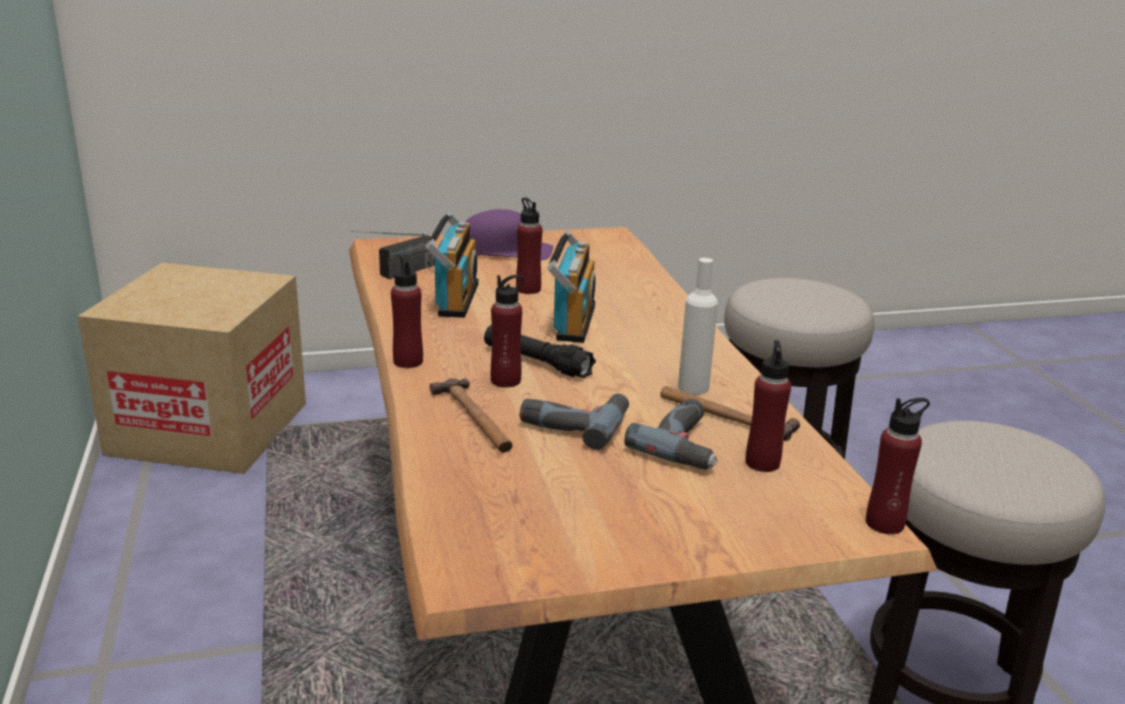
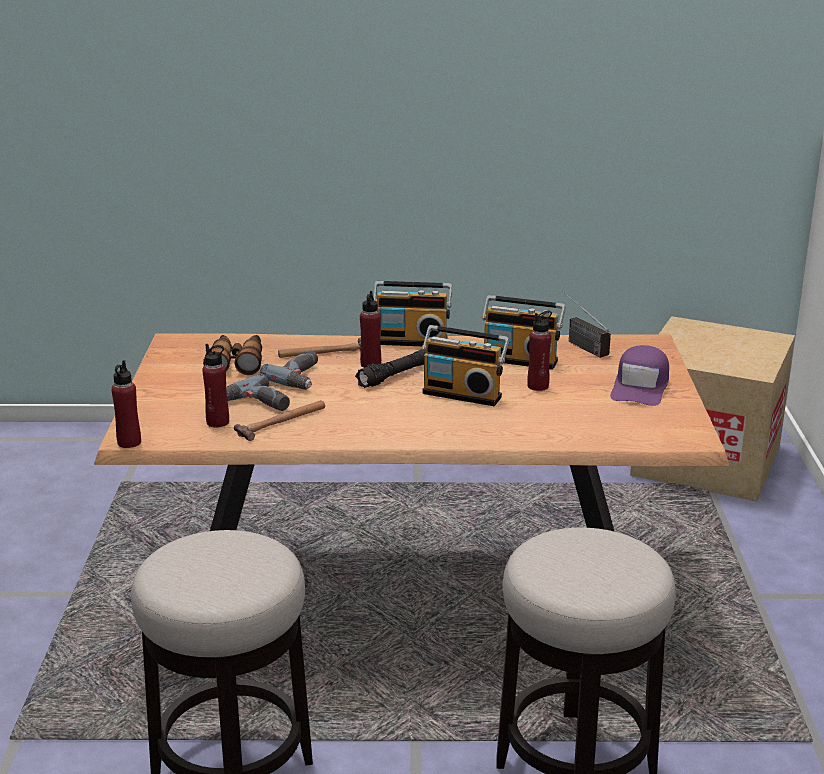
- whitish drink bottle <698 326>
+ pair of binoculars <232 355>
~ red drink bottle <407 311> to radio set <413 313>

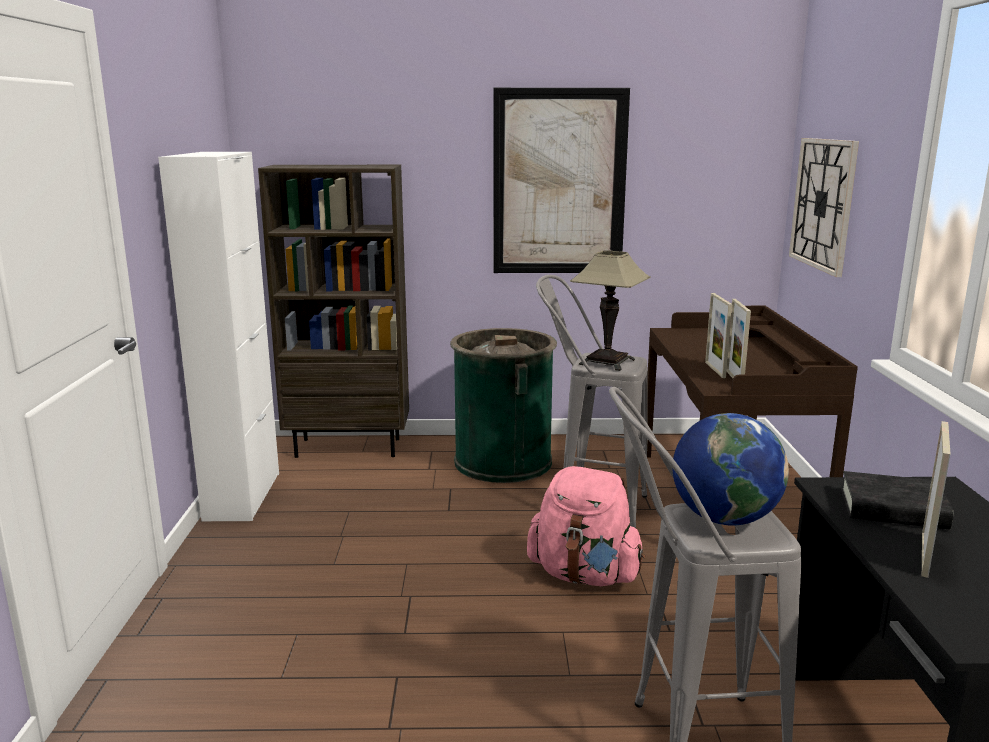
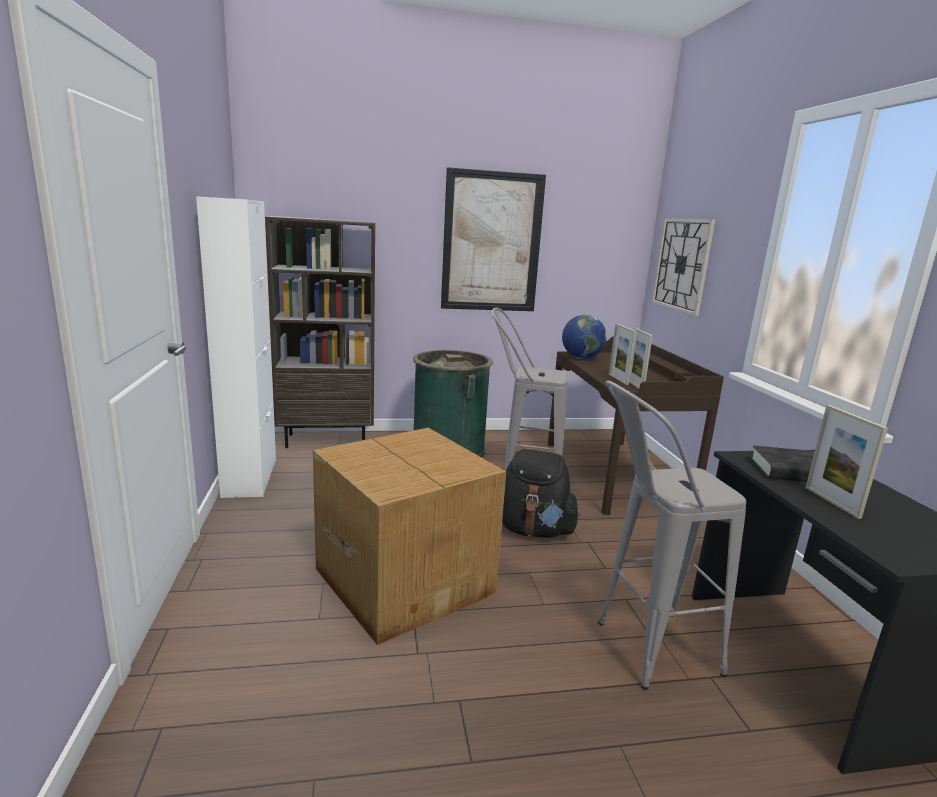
- table lamp <610 310>
+ cardboard box <409 536>
~ desk globe <730 469> to <584 337>
~ pink-coloured backpack <586 526> to black-coloured backpack <541 493>
~ standing frame <935 499> = <847 462> 150 degrees clockwise

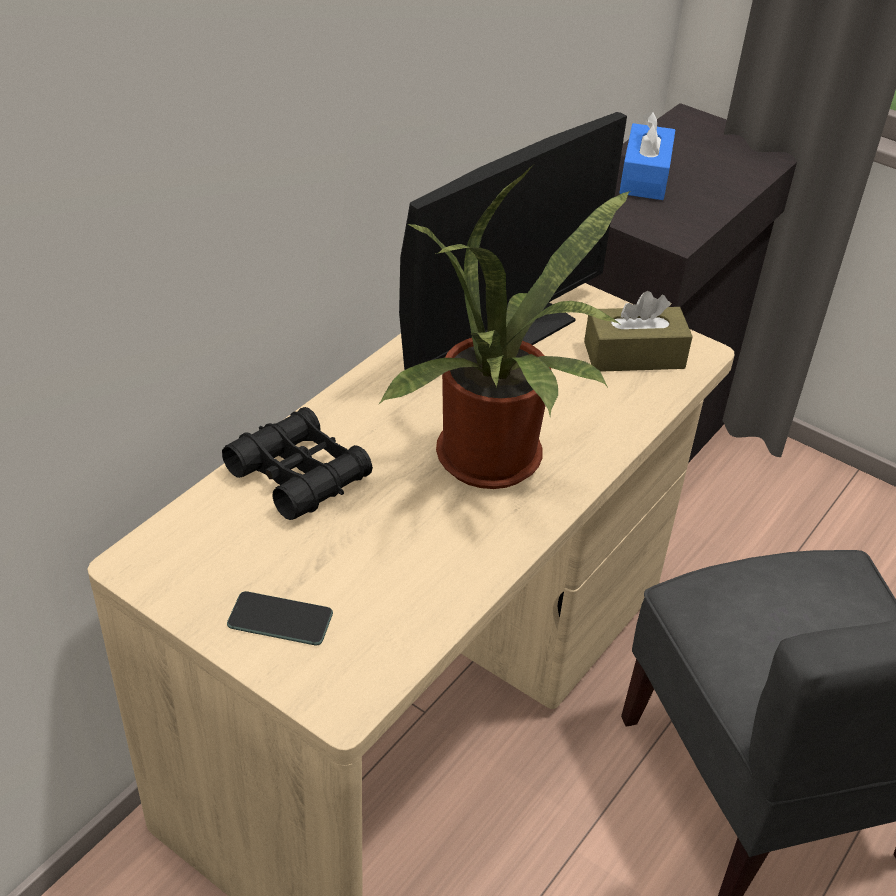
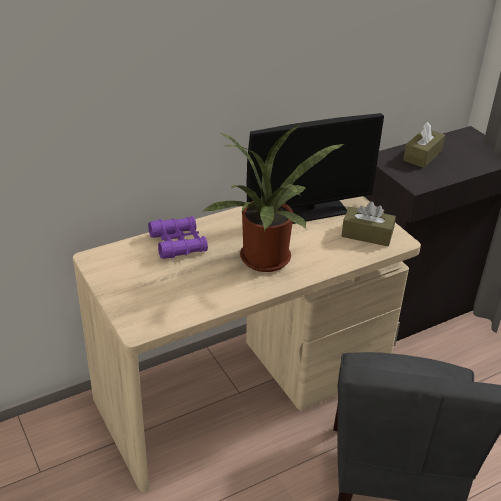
- phone <280 618>
~ black-coloured pair of binoculars <297 463> to purplish pair of binoculars <178 237>
~ blue tissue holder <647 155> to brown tissue holder <424 145>

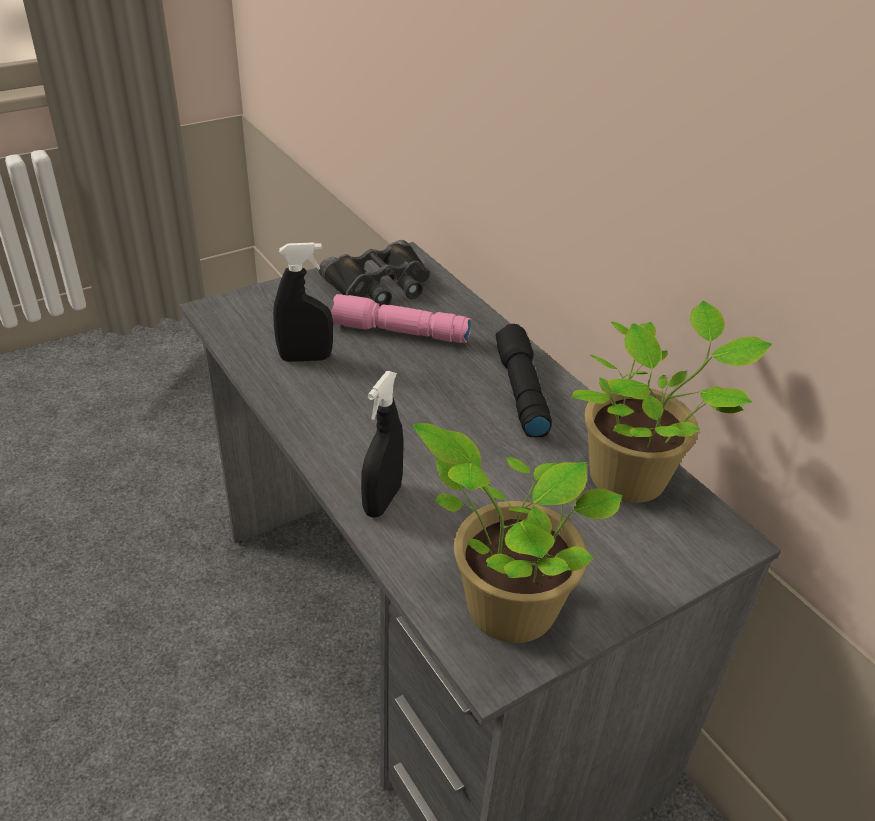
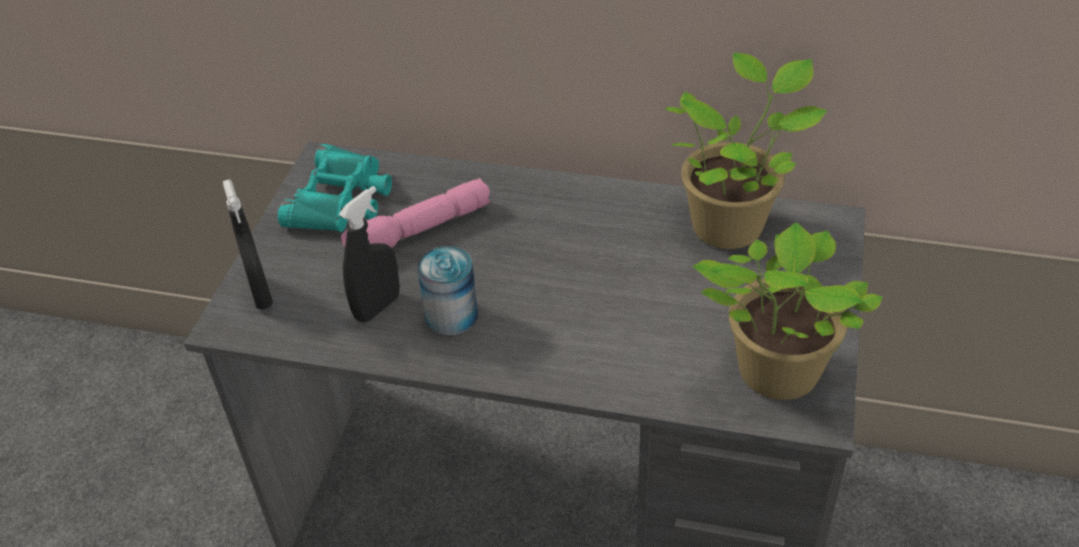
- black-coloured hand torch <524 380>
+ can <447 290>
~ black-coloured hand sprayer <382 444> to <248 244>
~ black-coloured pair of binoculars <374 273> to turquoise-coloured pair of binoculars <335 188>

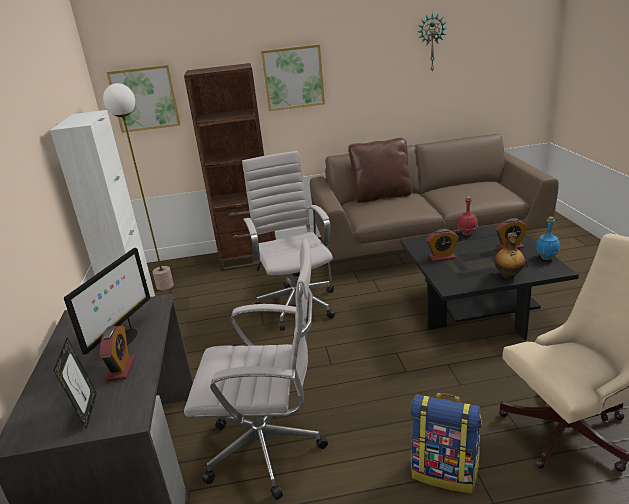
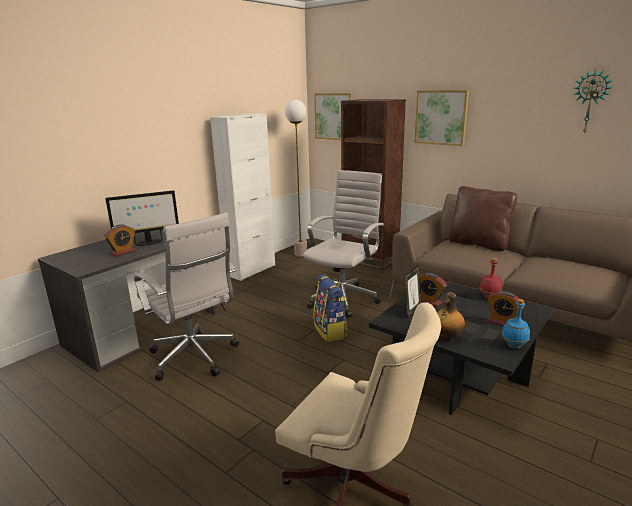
~ standing frame <74 384> to <413 292>
~ backpack <446 443> to <330 308>

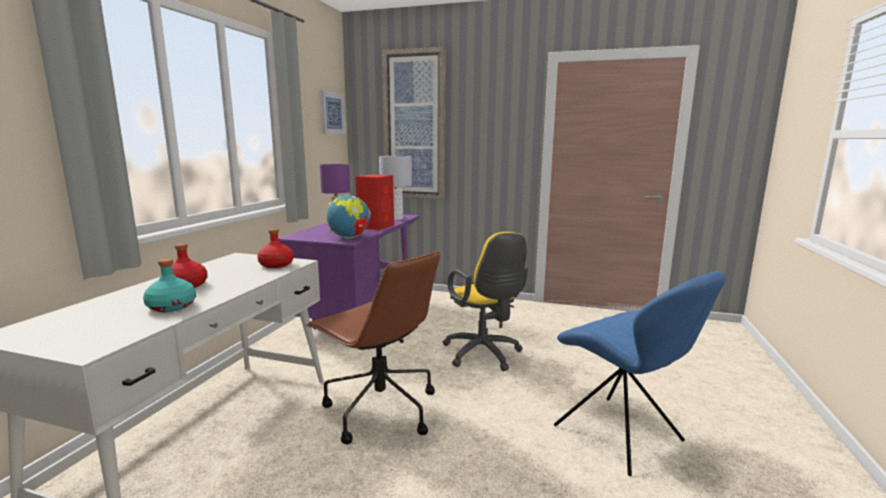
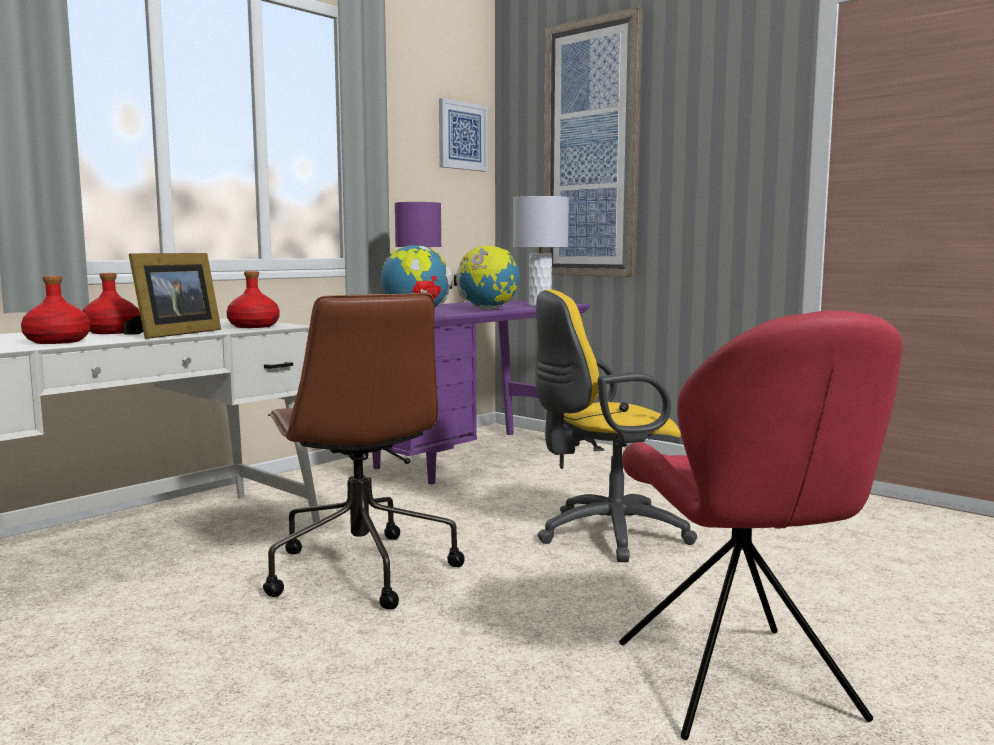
+ standing frame <172 296>
~ red audio speaker <374 202> to desk globe <486 278>
~ turquoise-coloured drink bottle <169 285> to red drink bottle <55 310>
~ blue chair <640 373> to red chair <761 525>
~ yellowish office chair <485 301> = <616 425> 75 degrees clockwise

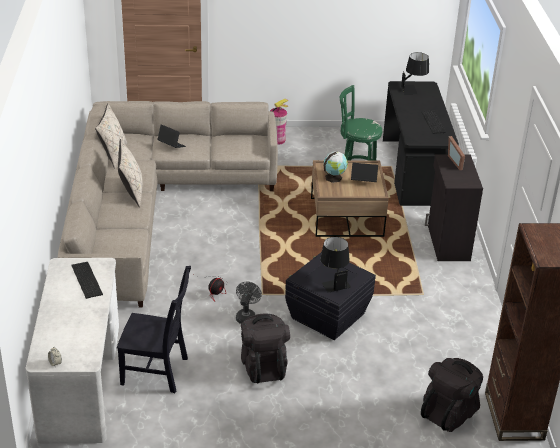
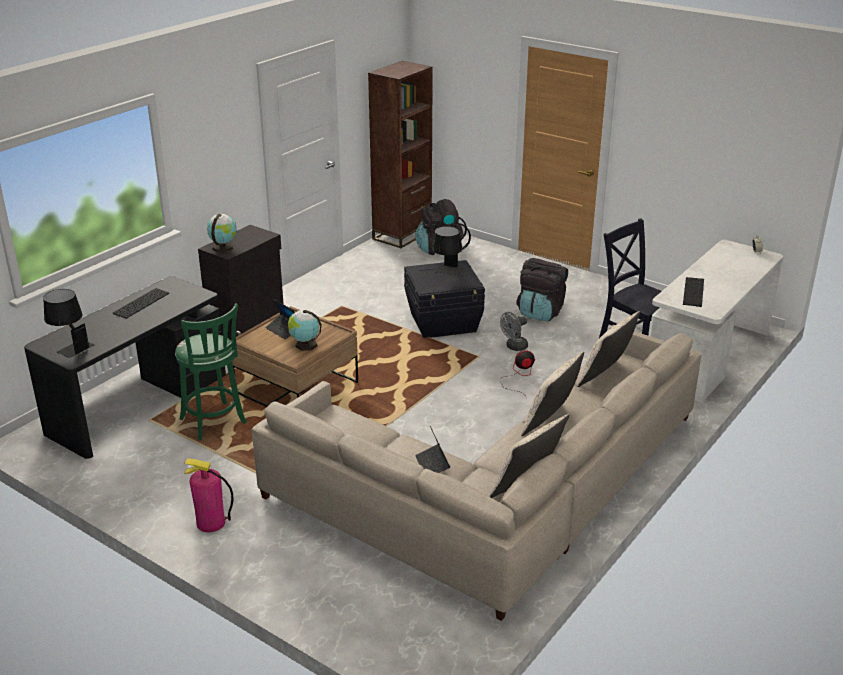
+ sand-coloured pillow <608 349>
~ standing frame <456 153> to desk globe <221 233>

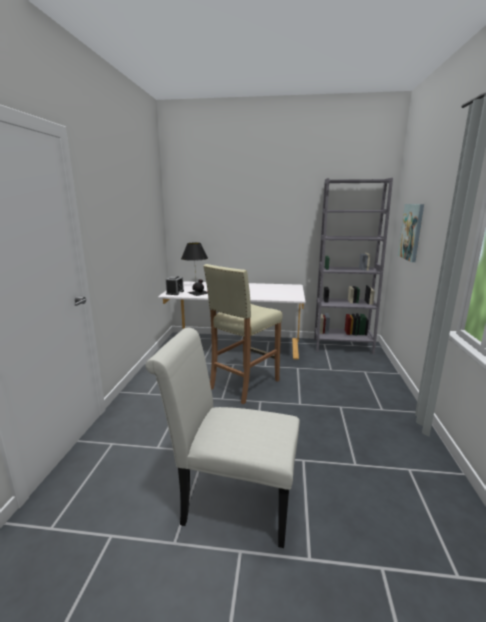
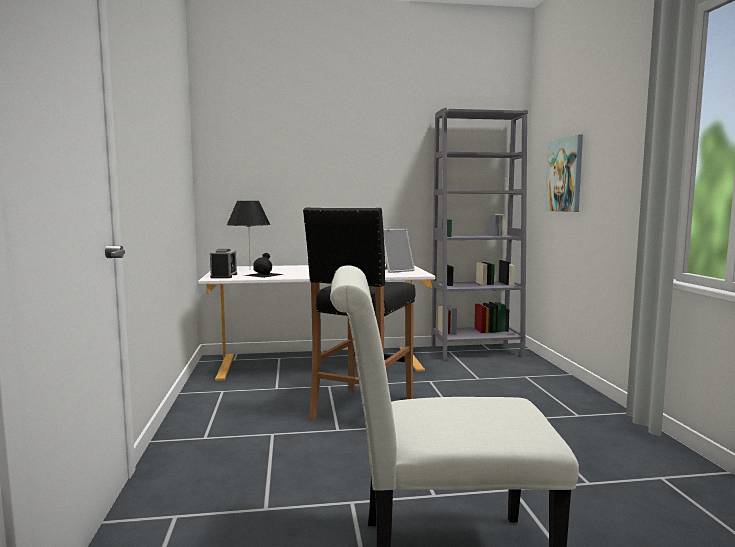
+ standing frame <399 251>
~ sand-coloured sitting stool <243 334> to black-coloured sitting stool <359 314>

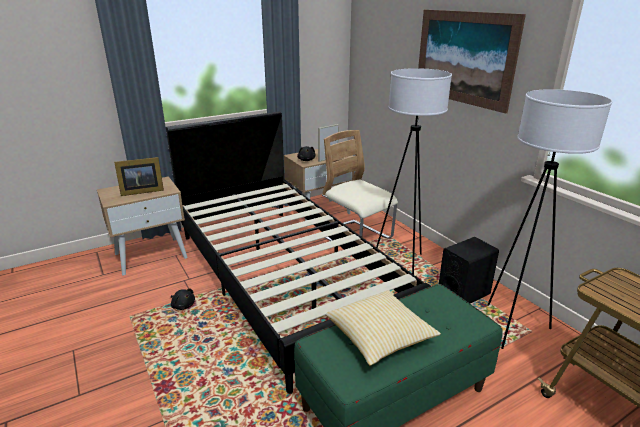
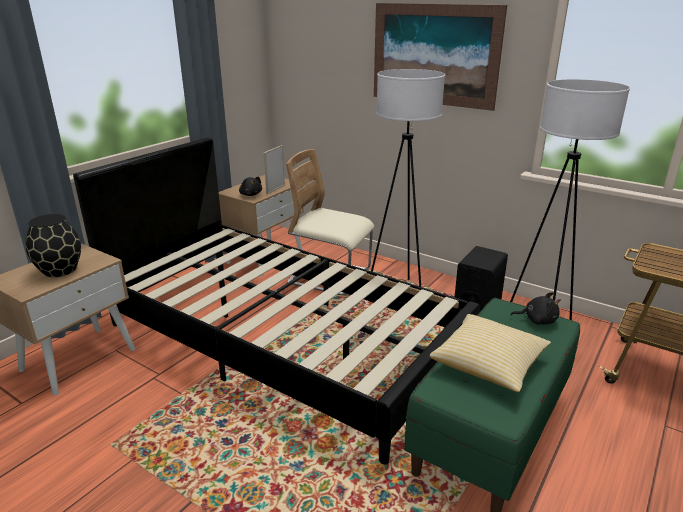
~ black-coloured soft toy <183 299> to <536 308>
~ standing frame <139 176> to black-coloured vase <53 245>

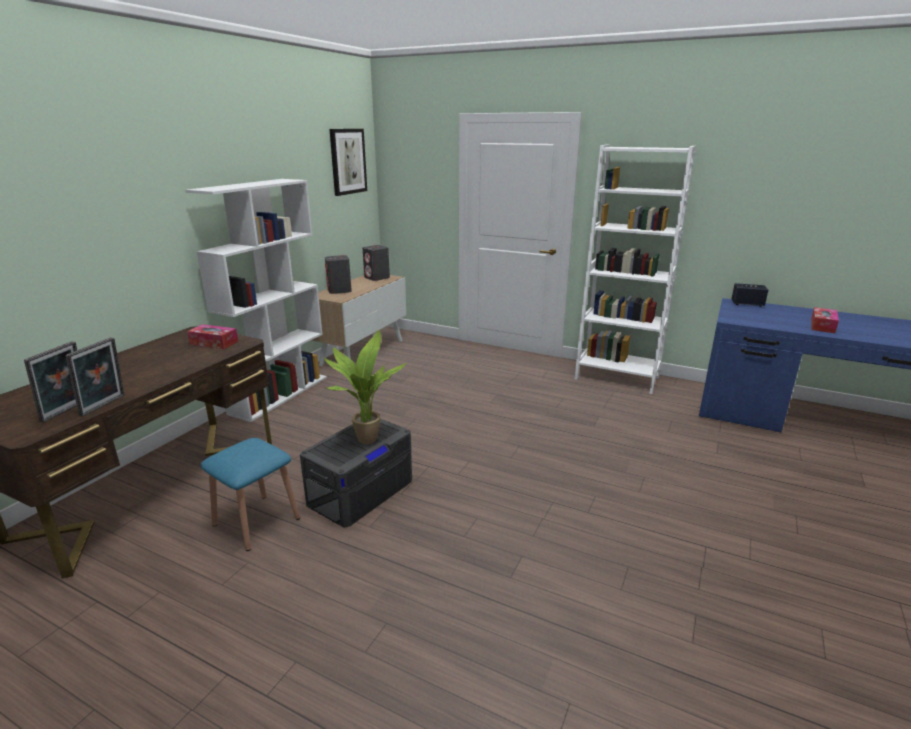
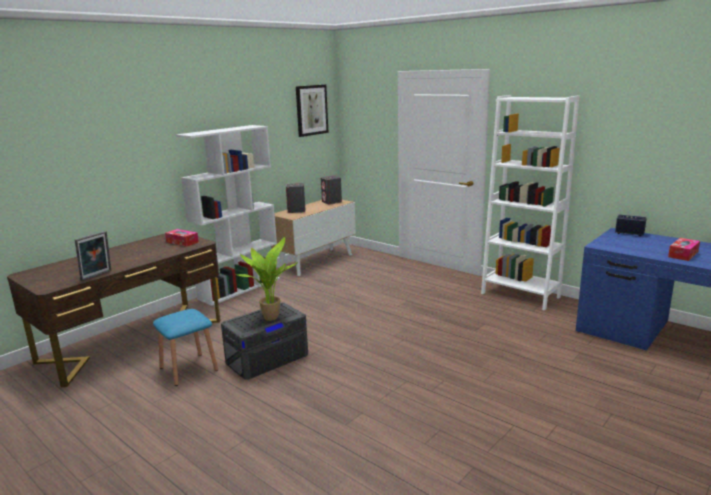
- standing frame <50 382>

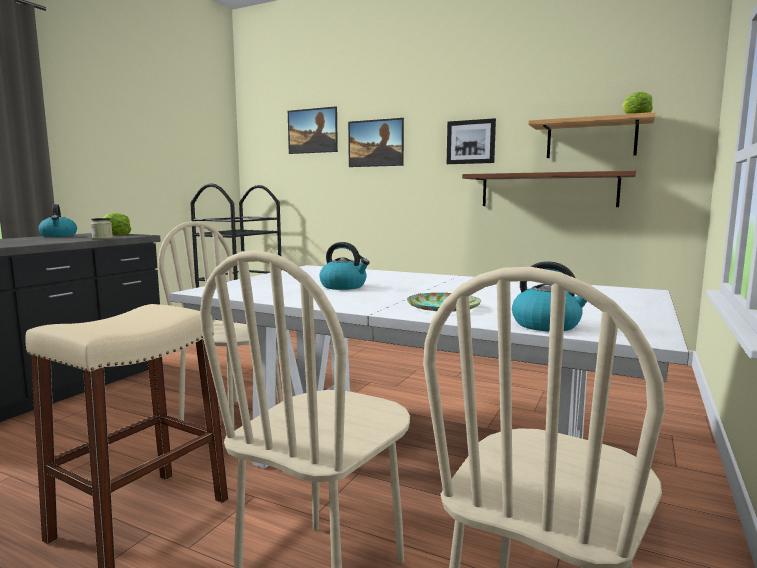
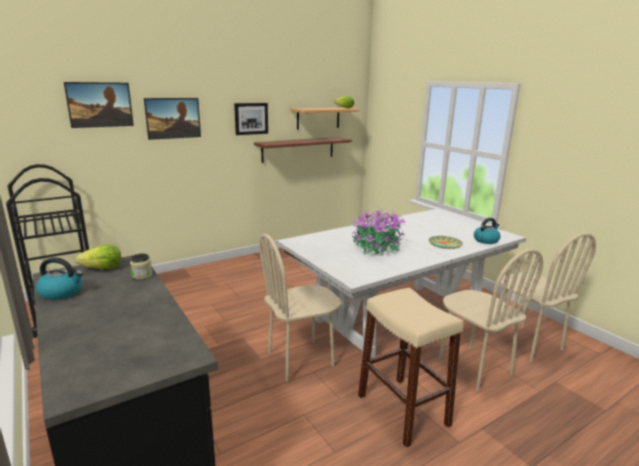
~ tea kettle <344 266> to plant in a pot <378 233>

